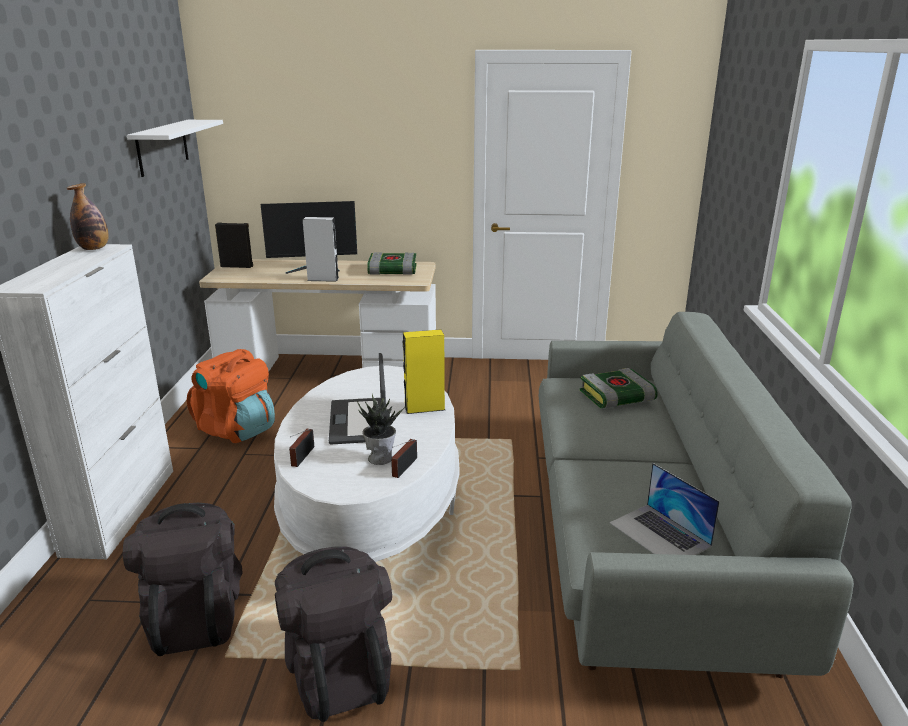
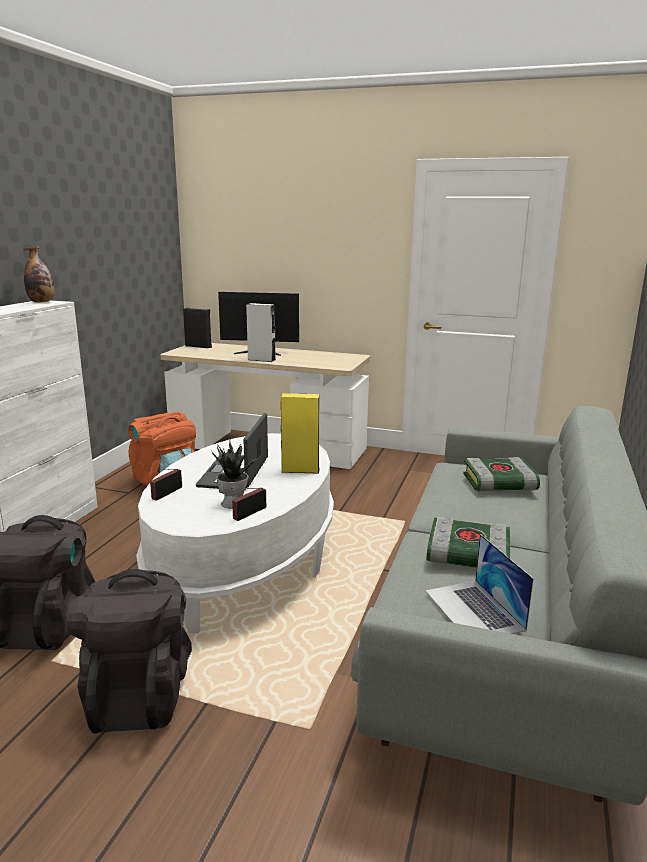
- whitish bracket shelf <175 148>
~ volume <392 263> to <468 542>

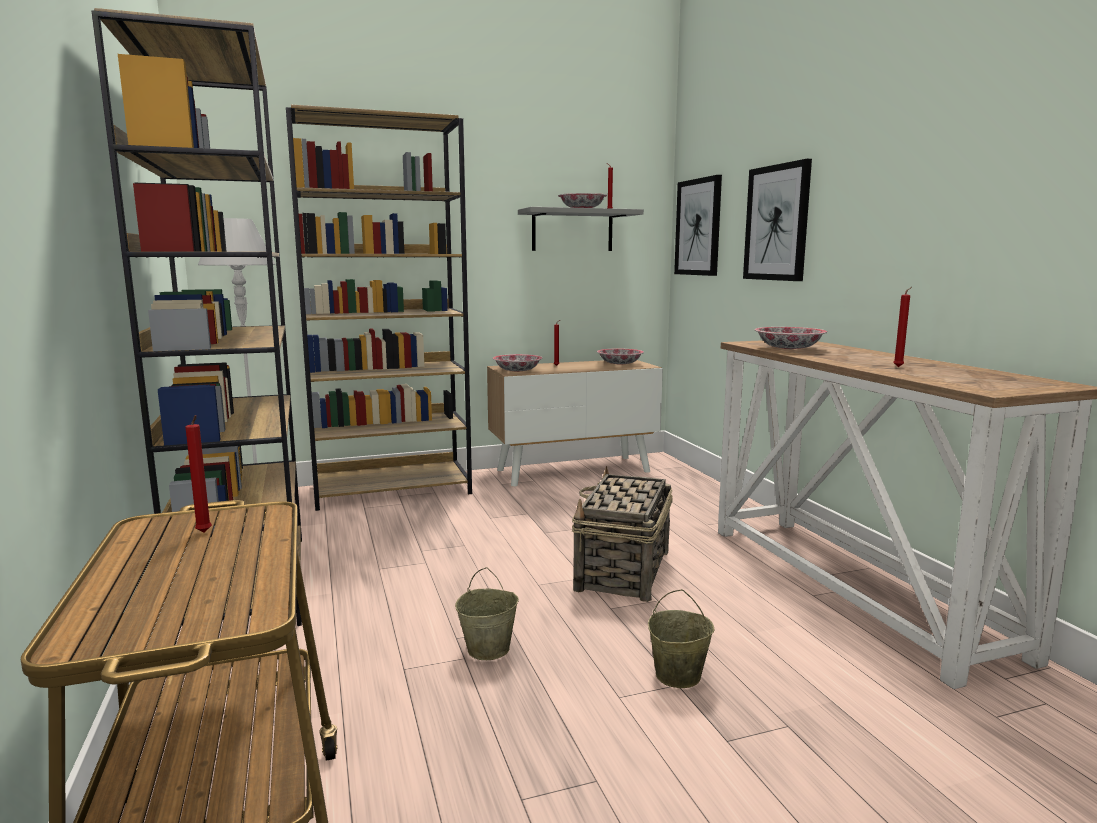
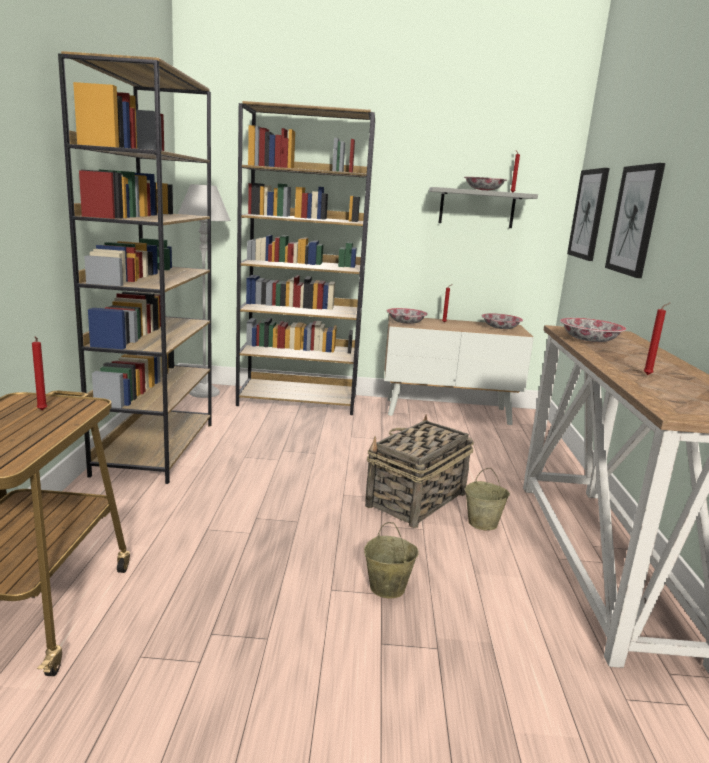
~ sand-coloured pail <487 613> to <487 499>

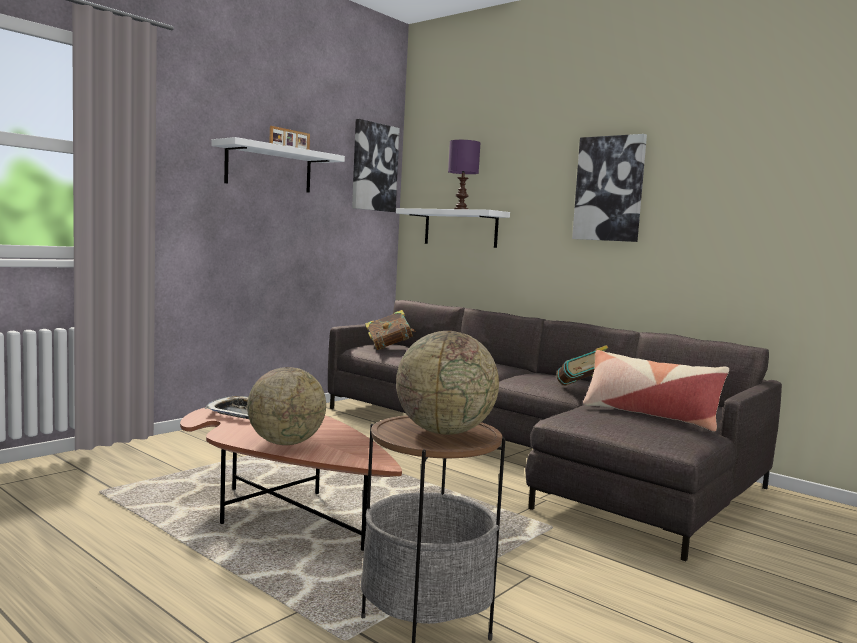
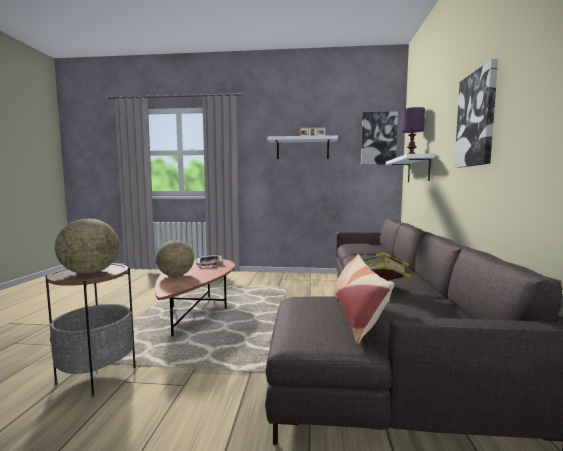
- volume <390 330>

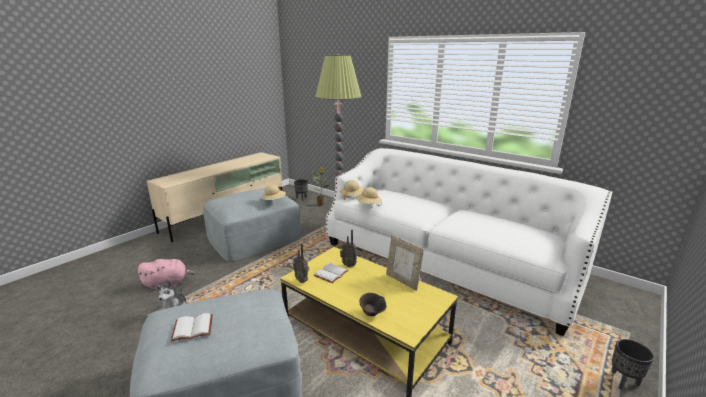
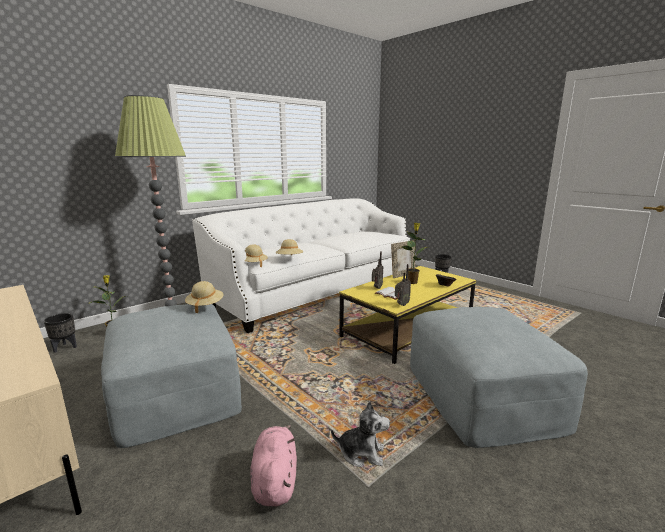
- whitish volume <192 327>
+ plant in a pot <415 253>

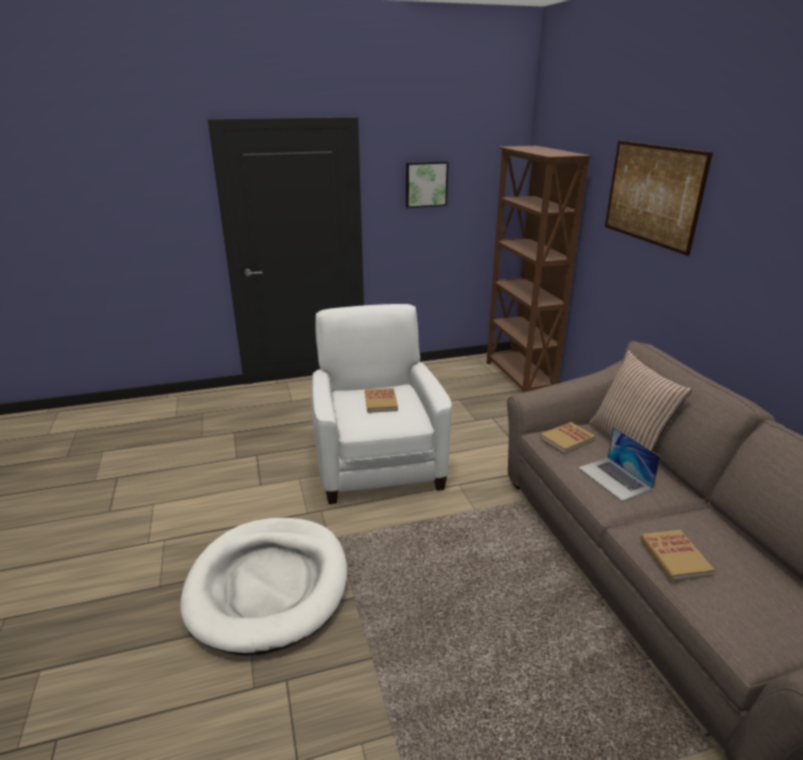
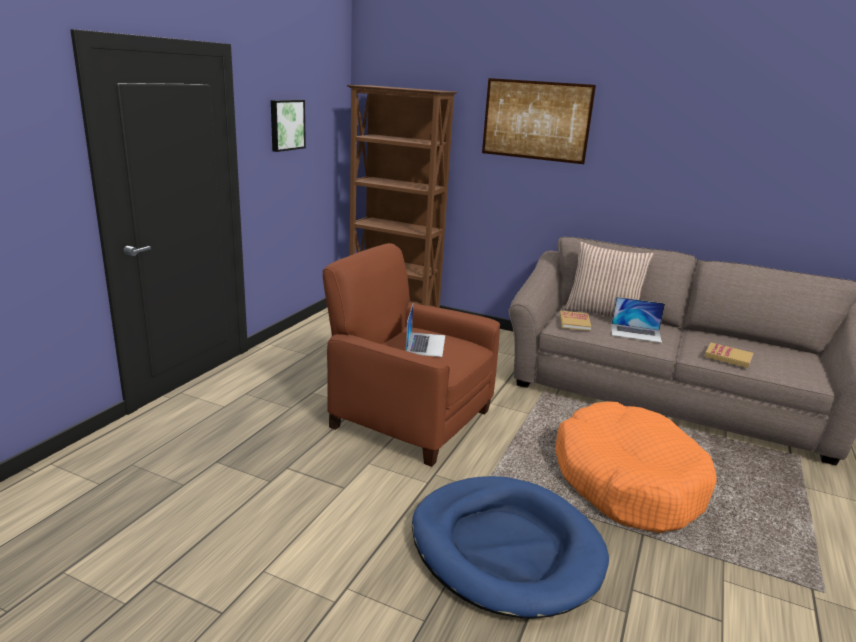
+ orange dog cushion <636 467>
~ volume <381 400> to portable computer <425 330>
~ whitish dog cushion <264 587> to blue dog cushion <510 547>
~ whitish armchair <381 404> to brown armchair <411 355>

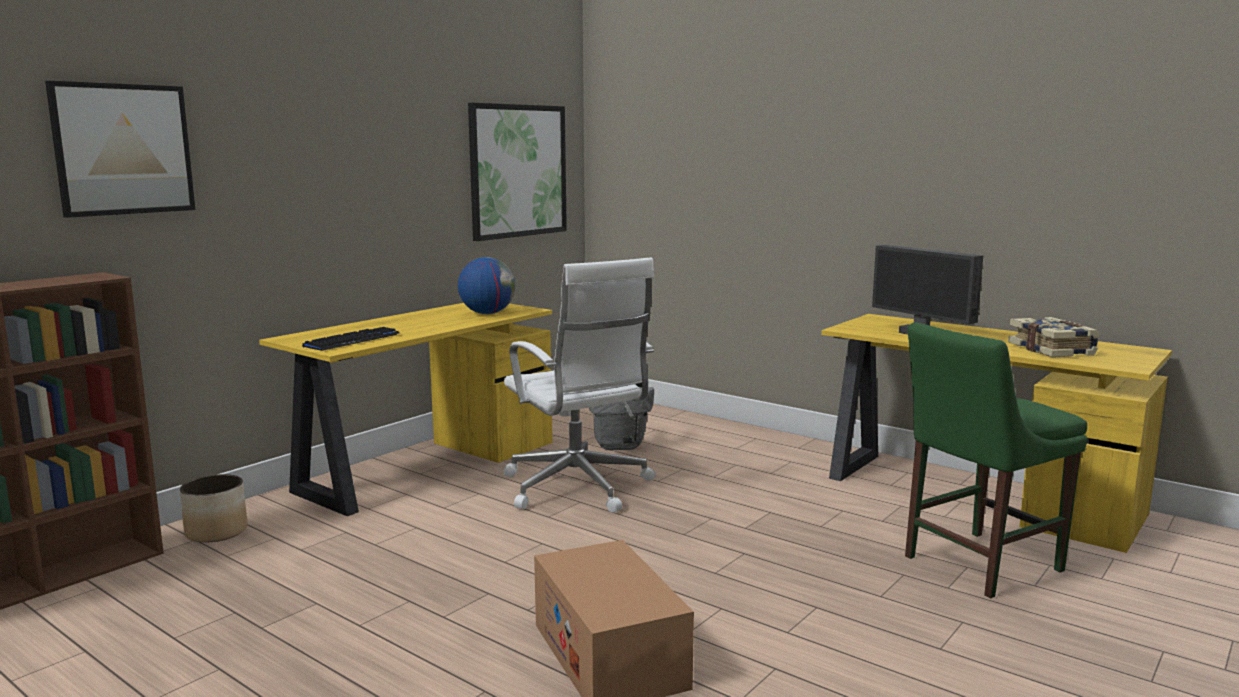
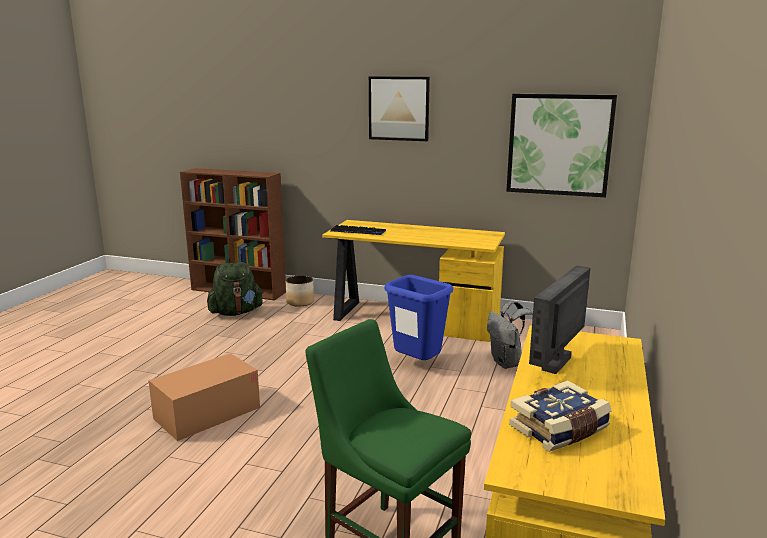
- desk globe <486 285>
+ green-coloured backpack <235 289>
~ wall art <120 149> to <399 108>
~ whitish office chair <579 385> to blue waste bin <419 317>

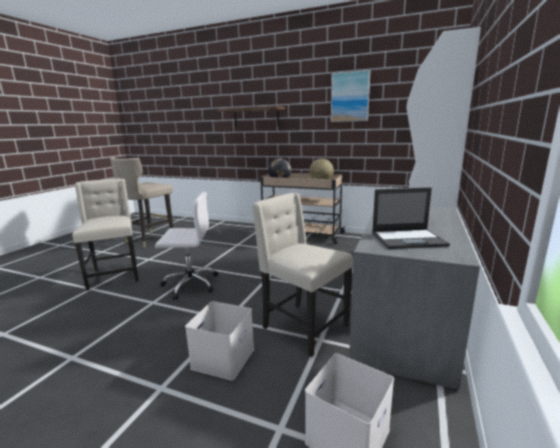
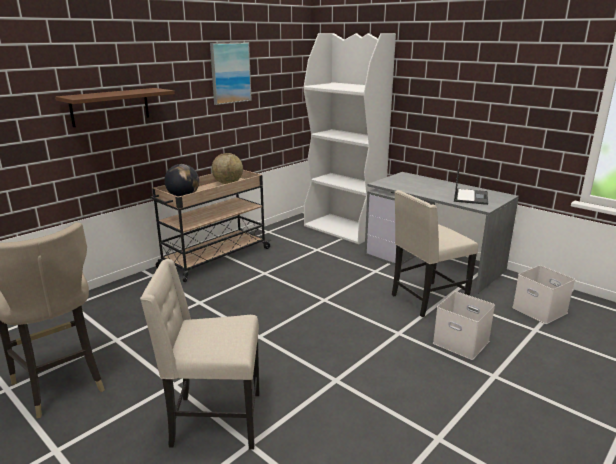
- whitish office chair <186 245>

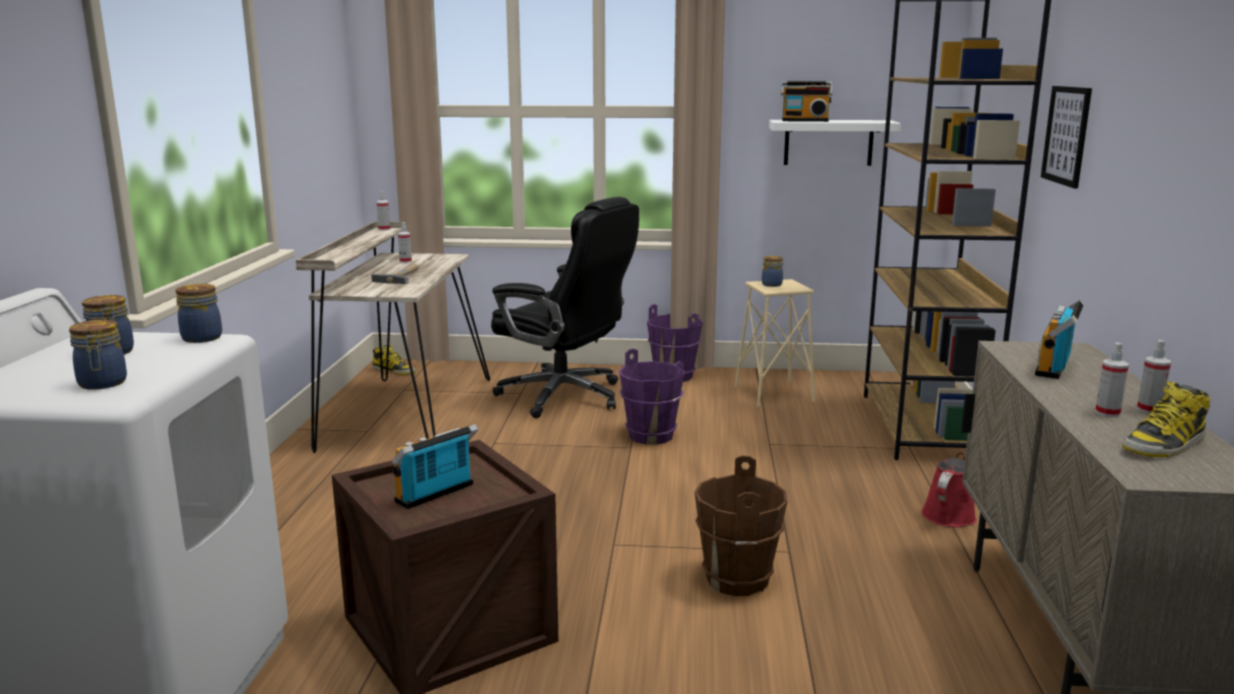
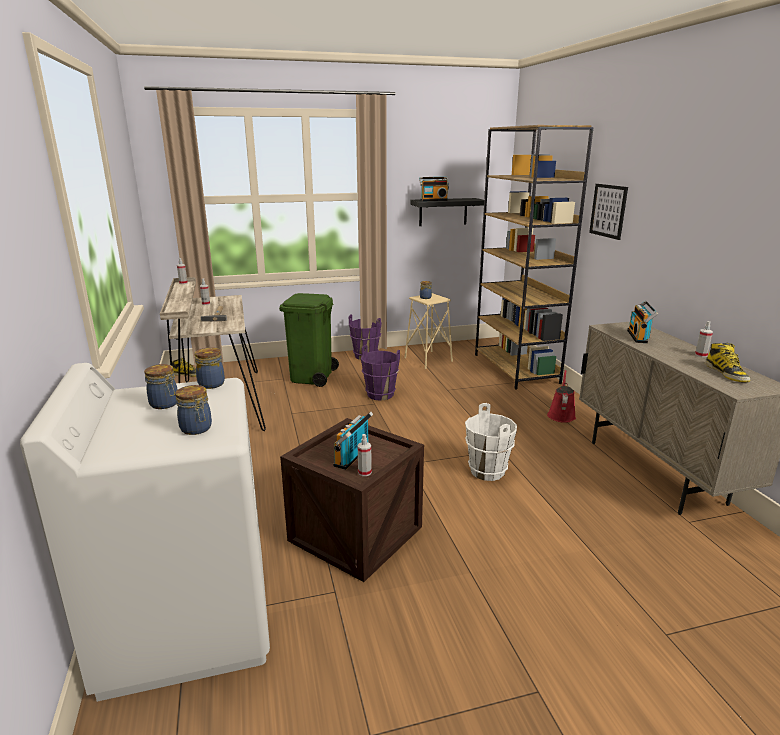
~ hand sprayer <1112 380> to <364 455>
~ black-coloured office chair <565 307> to green-coloured waste bin <309 340>
~ brown pail <741 525> to whitish pail <491 442>
~ whitish bracket shelf <835 143> to black-coloured bracket shelf <447 212>
~ tall boot <1166 419> = <727 362> 45 degrees counterclockwise

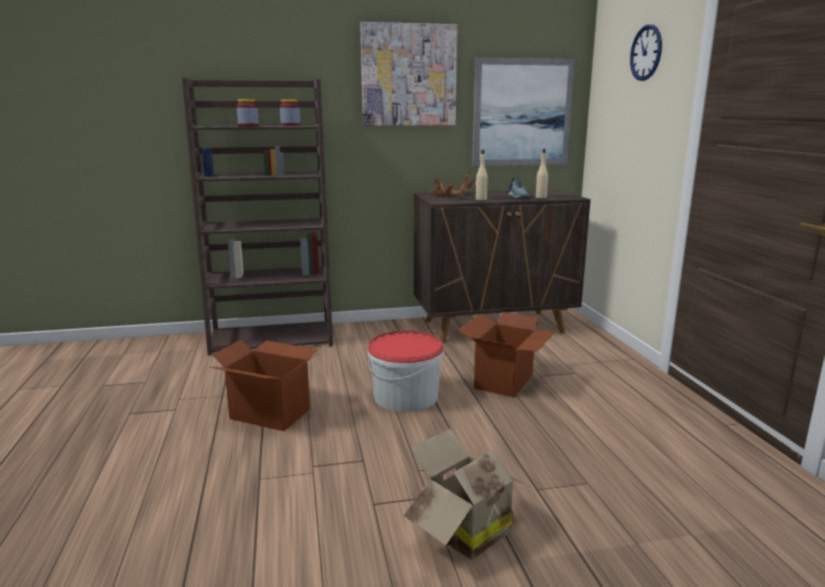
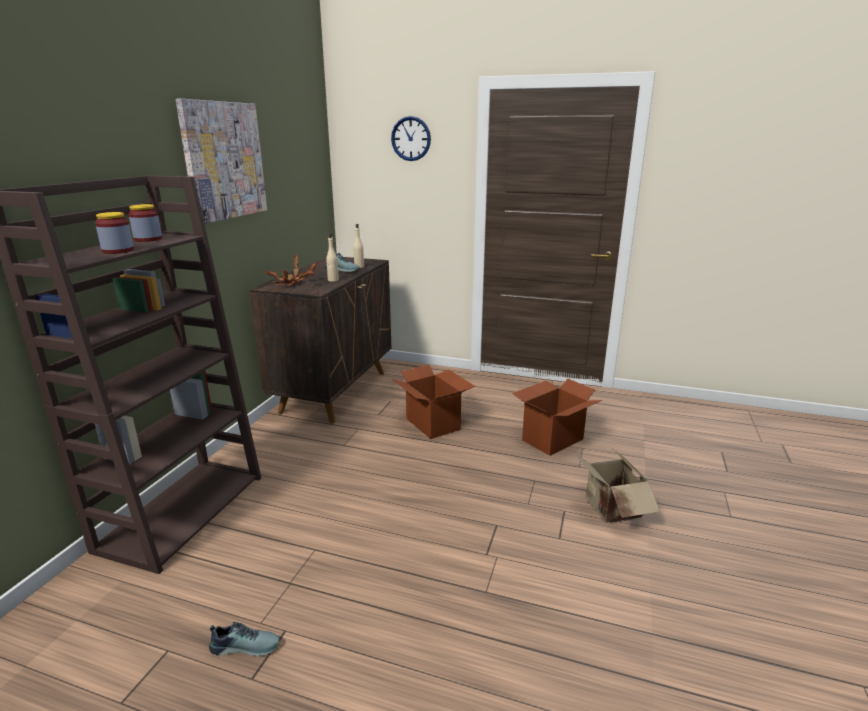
- pail <406 371>
- wall art <523 111>
+ low shoe <244 639>
~ cardboard box <264 385> to <557 417>

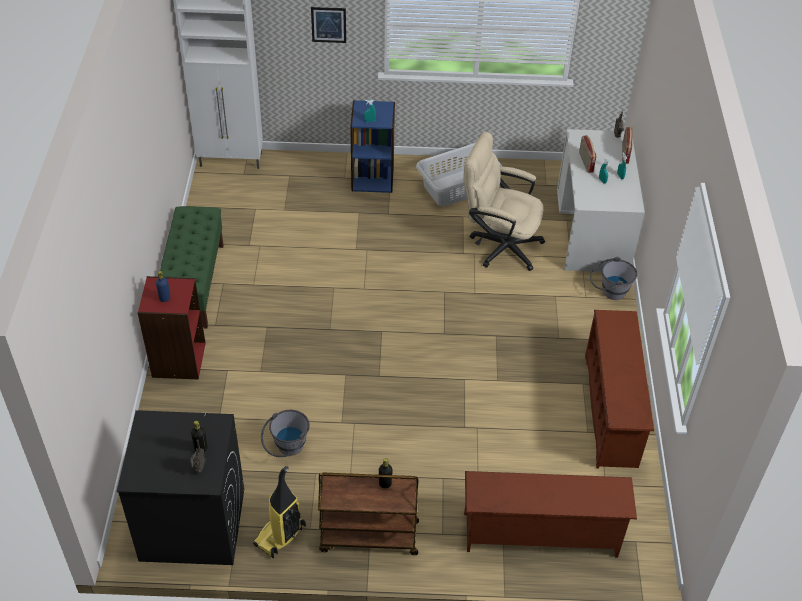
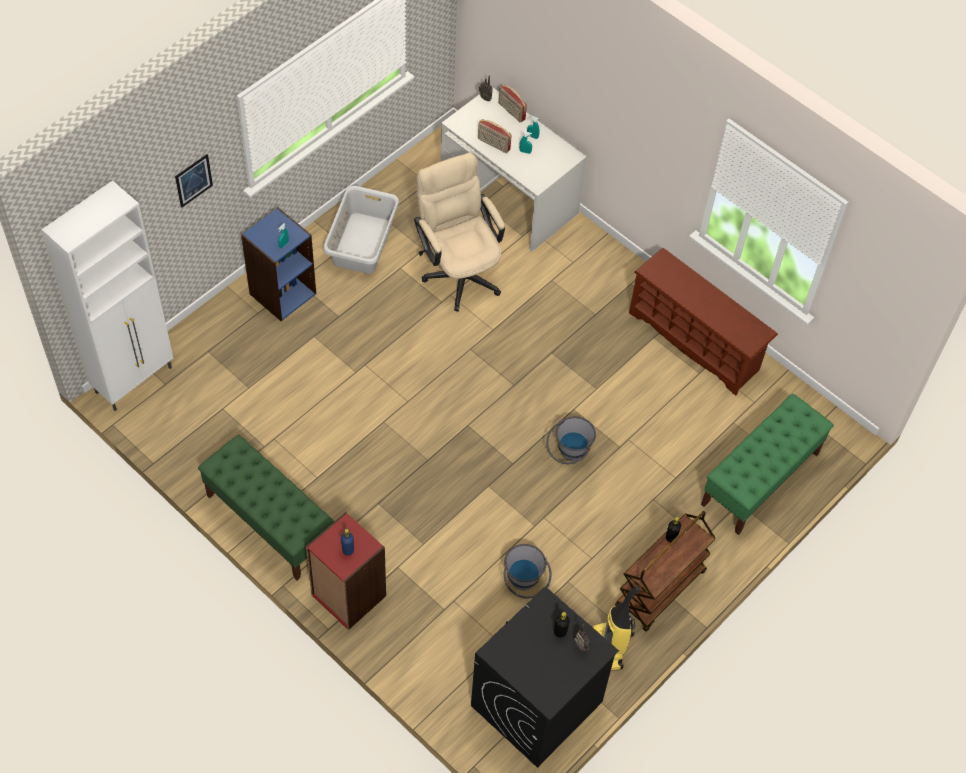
~ gray pail <613 278> to <571 440>
~ brown shoe shelf <550 514> to green-coloured indoor bench <767 464>
~ sand-coloured office chair <504 201> = <459 232> 90 degrees clockwise

